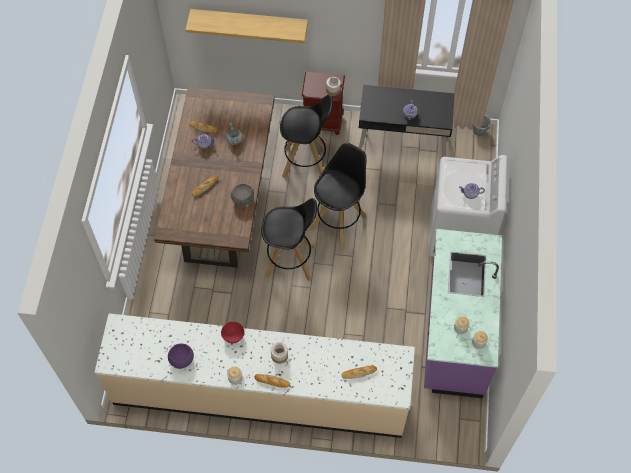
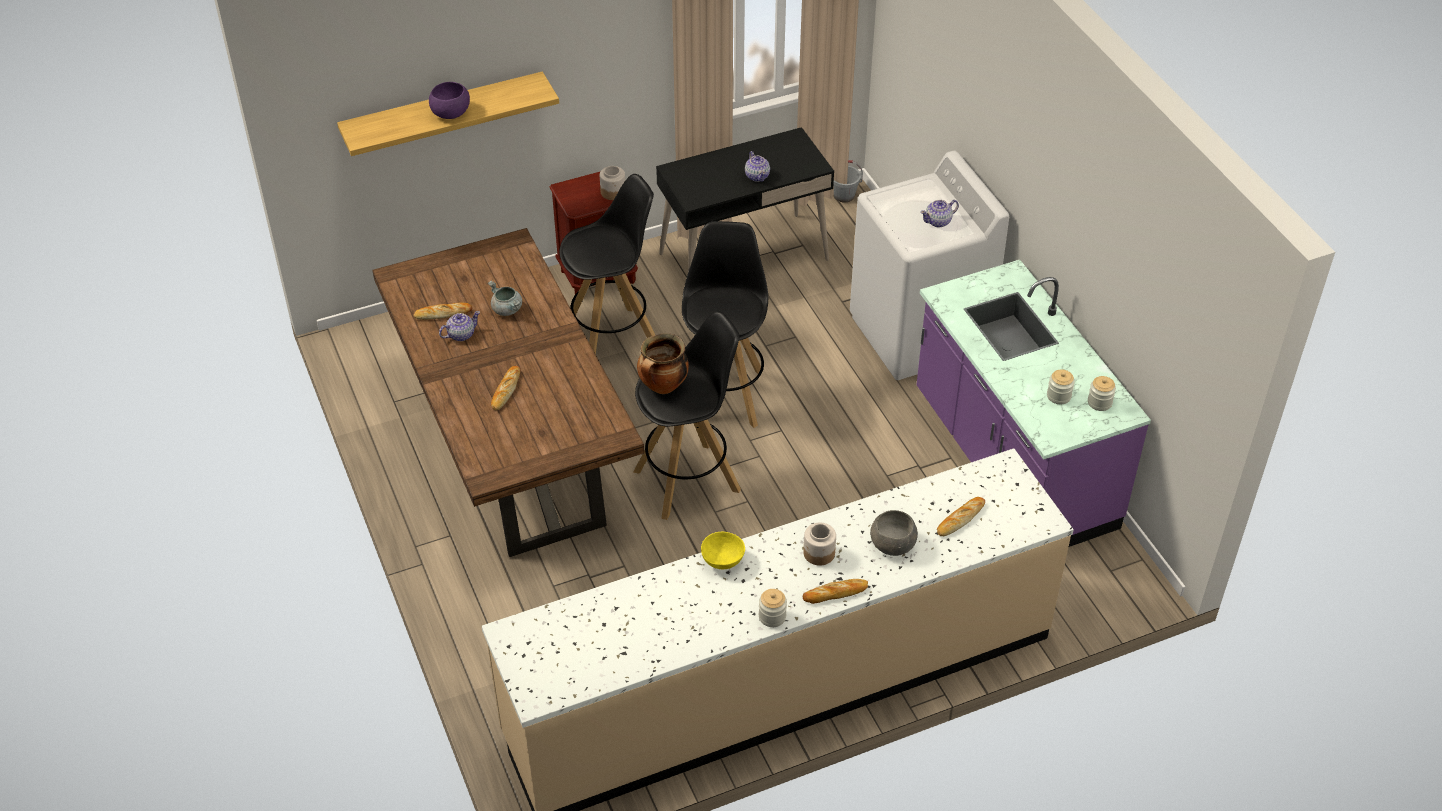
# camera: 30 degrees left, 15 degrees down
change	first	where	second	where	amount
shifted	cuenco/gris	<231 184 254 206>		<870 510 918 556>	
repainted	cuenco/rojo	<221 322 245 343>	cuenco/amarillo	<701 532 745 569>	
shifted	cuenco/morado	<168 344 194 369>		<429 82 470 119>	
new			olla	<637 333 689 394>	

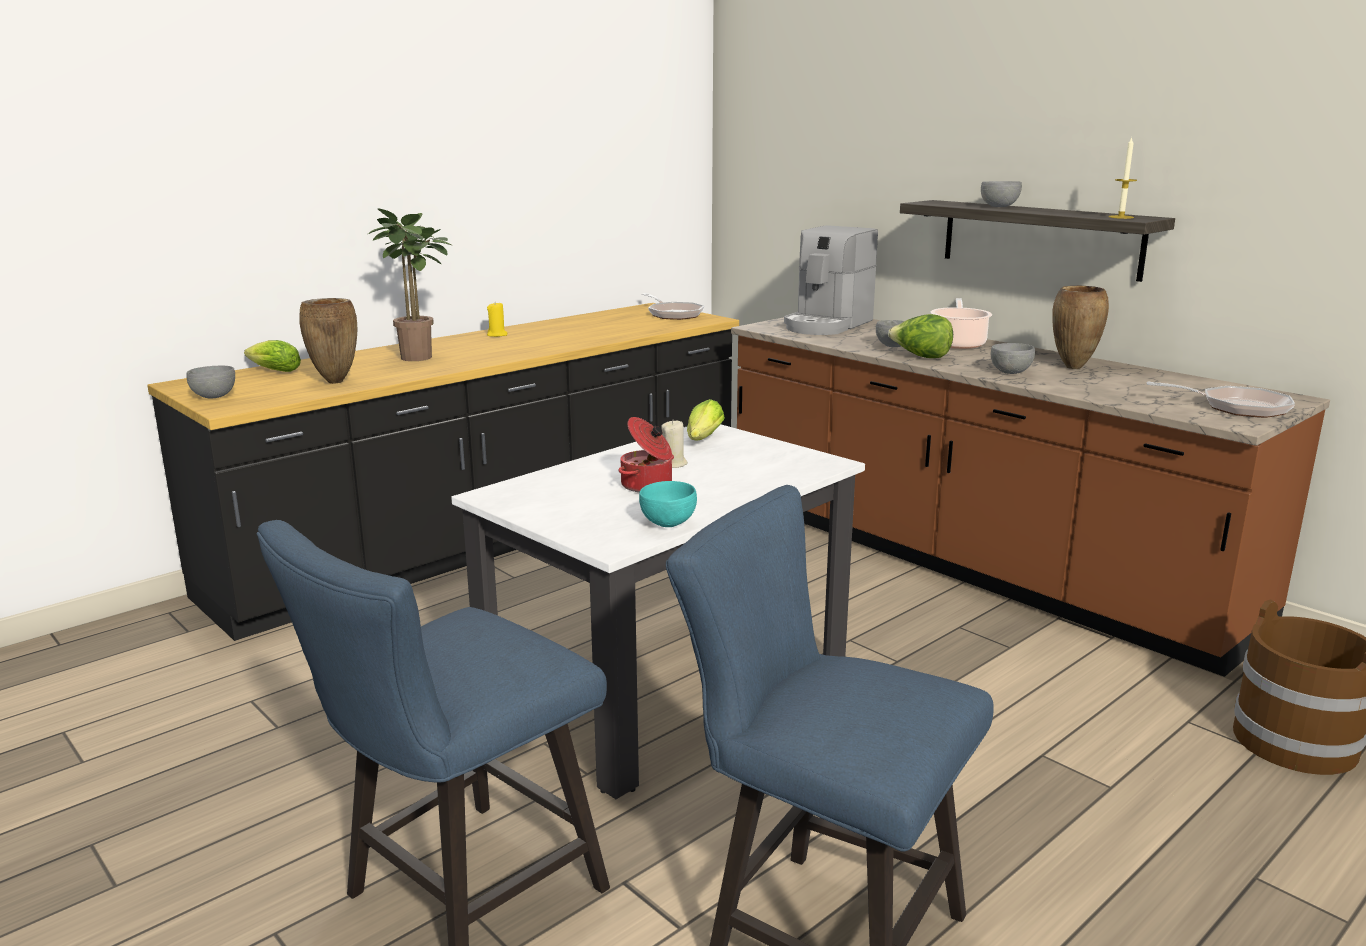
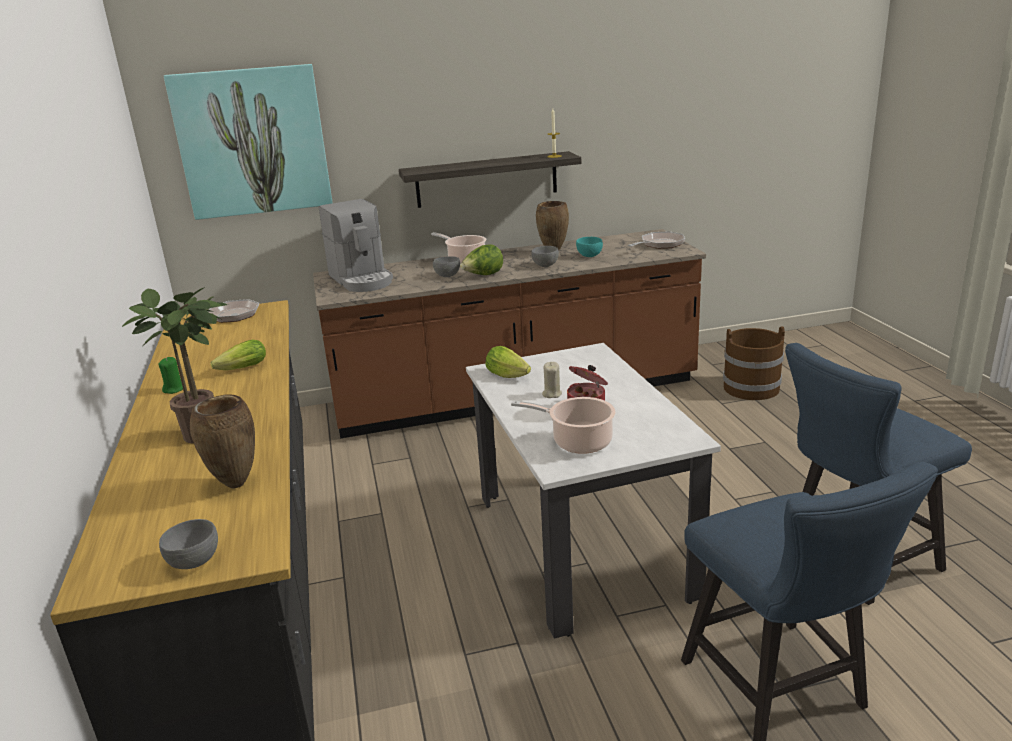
# camera: 60 degrees left, 5 degrees up
change	first	where	second	where	amount
gone	cuenco/gris	<981 181 1022 207>			
repainted	vela/amarillo	<487 301 507 337>	vela/verde	<158 357 183 394>	
shifted	lechuga	<244 340 301 372>		<210 340 266 370>	
shifted	cuenco/turquesa	<639 481 697 527>		<576 237 603 257>	
new			cuadro	<164 64 333 220>	
new			olla	<511 397 616 454>	

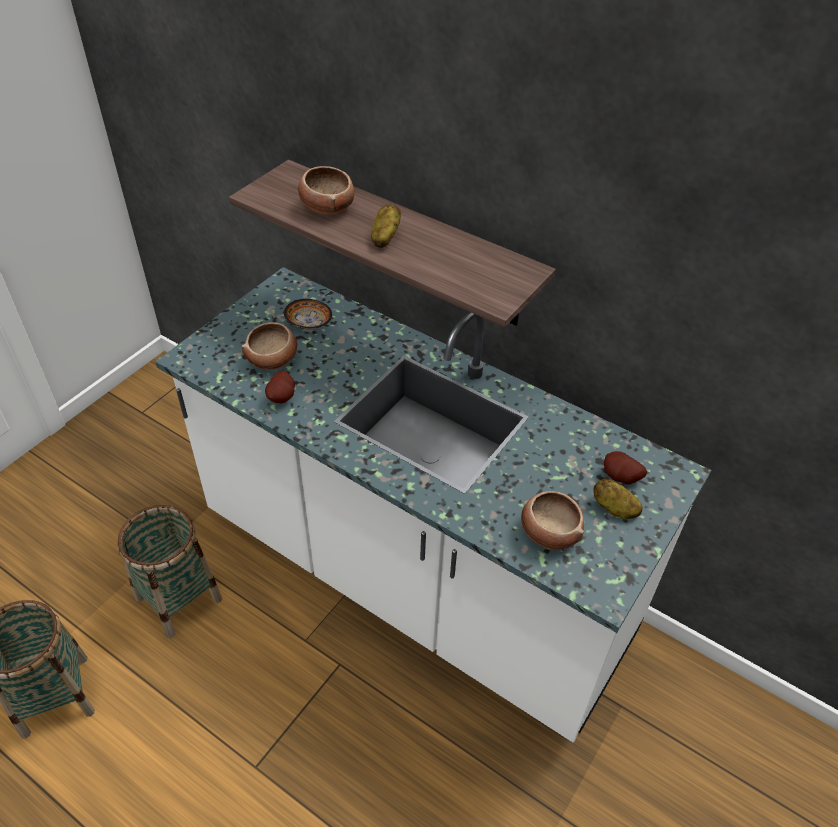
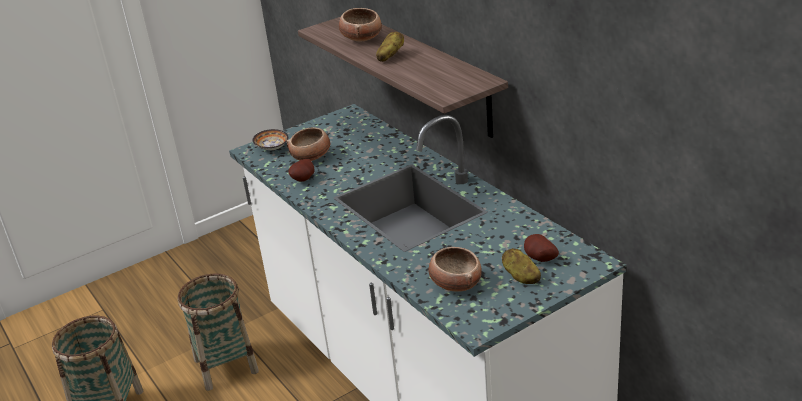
# camera: 25 degrees right, 15 degrees down
change	first	where	second	where	amount
shifted	cuenco	<284 299 332 329>		<253 129 289 150>	

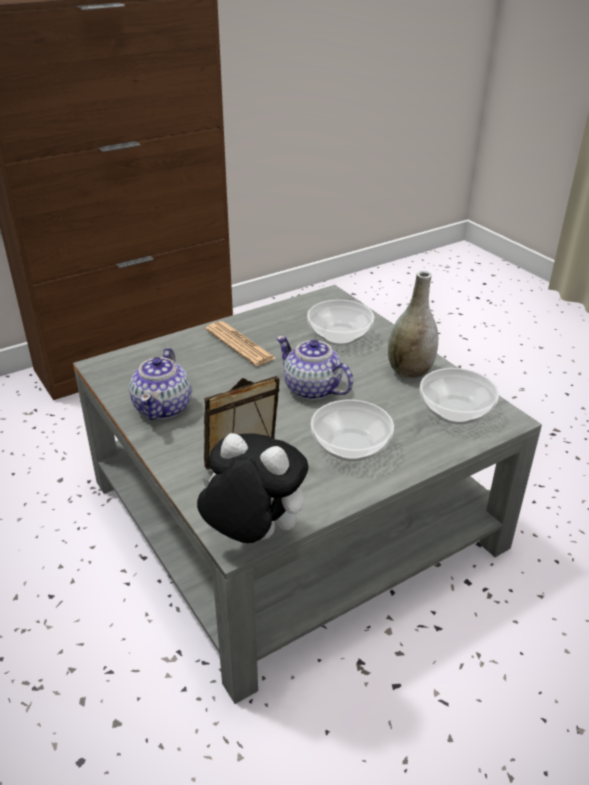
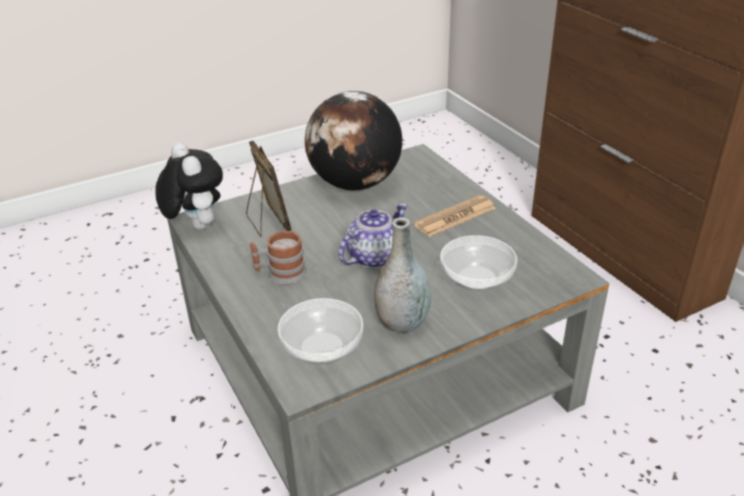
# camera: 95 degrees right, 0 degrees up
change	first	where	second	where	amount
swapped	tetera	<129 348 191 420>	globo terráqueo	<305 91 402 191>	
swapped	cuenco	<311 400 394 462>	taza grande	<249 231 307 285>	
rotated	peluche	<197 433 309 543>		<155 143 223 230>	60 degrees counterclockwise

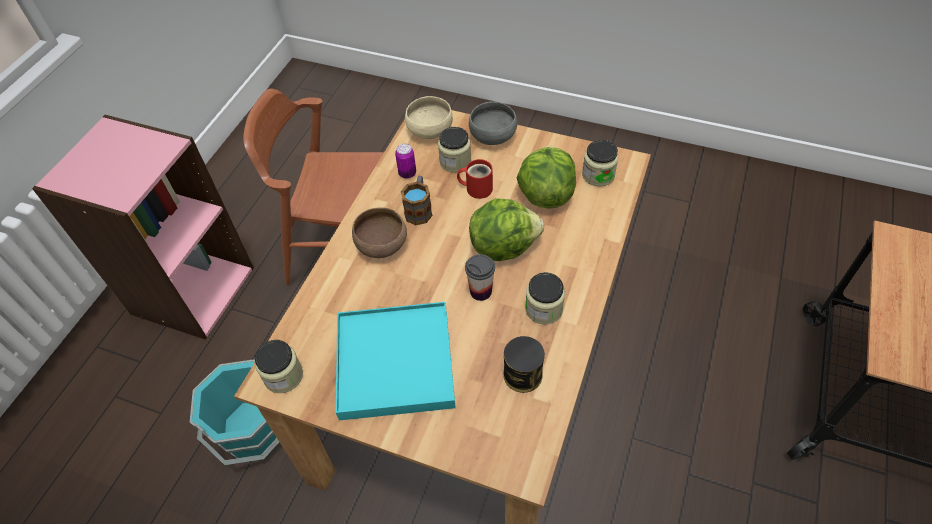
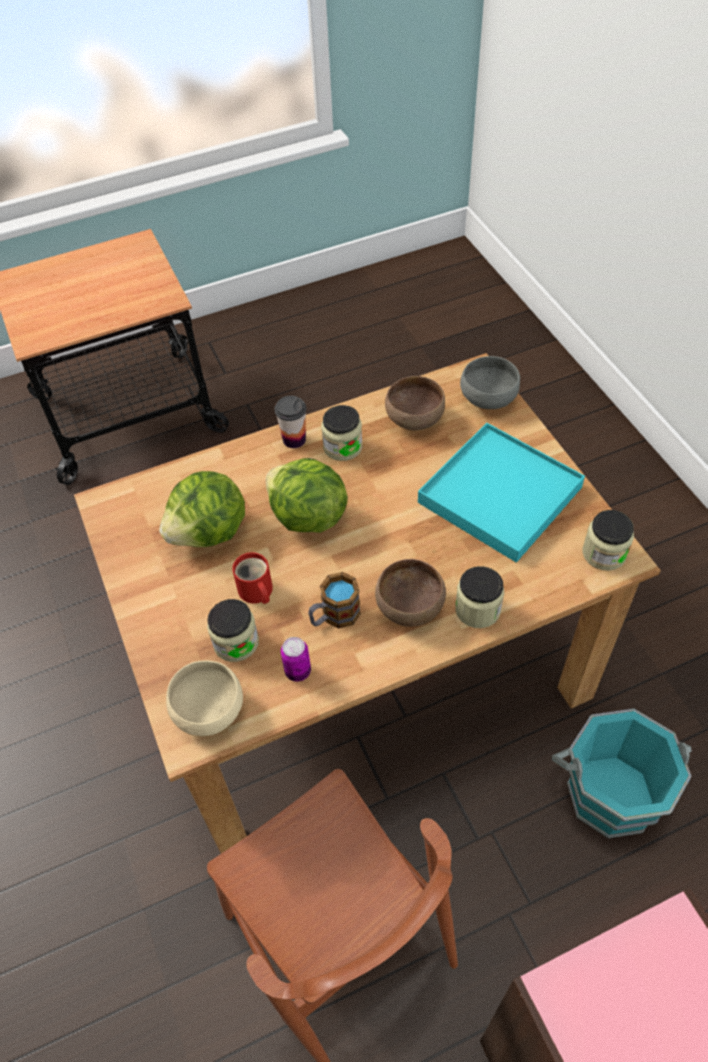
# camera: 135 degrees left, 0 degrees up
change	first	where	second	where	amount
shifted	cuenco/gris	<469 102 517 145>		<460 356 520 409>	
shifted	tarro	<582 140 618 187>		<455 566 504 628>	
shifted	taza	<465 254 495 301>		<275 396 306 448>	
swapped	lata	<504 336 545 393>	cuenco/marrón	<385 376 445 430>	

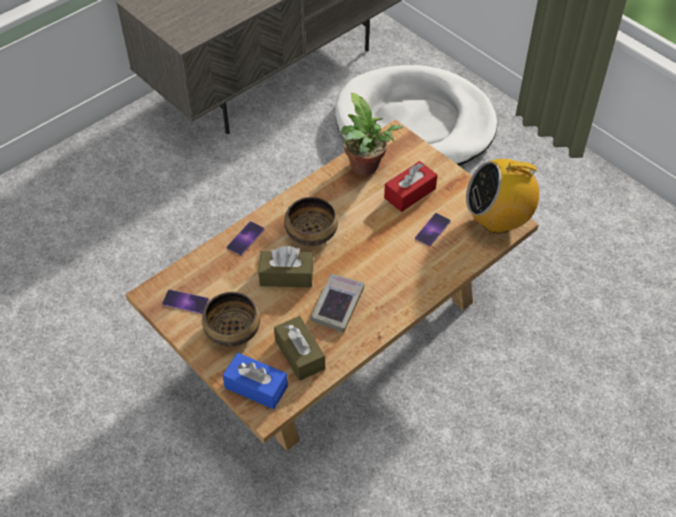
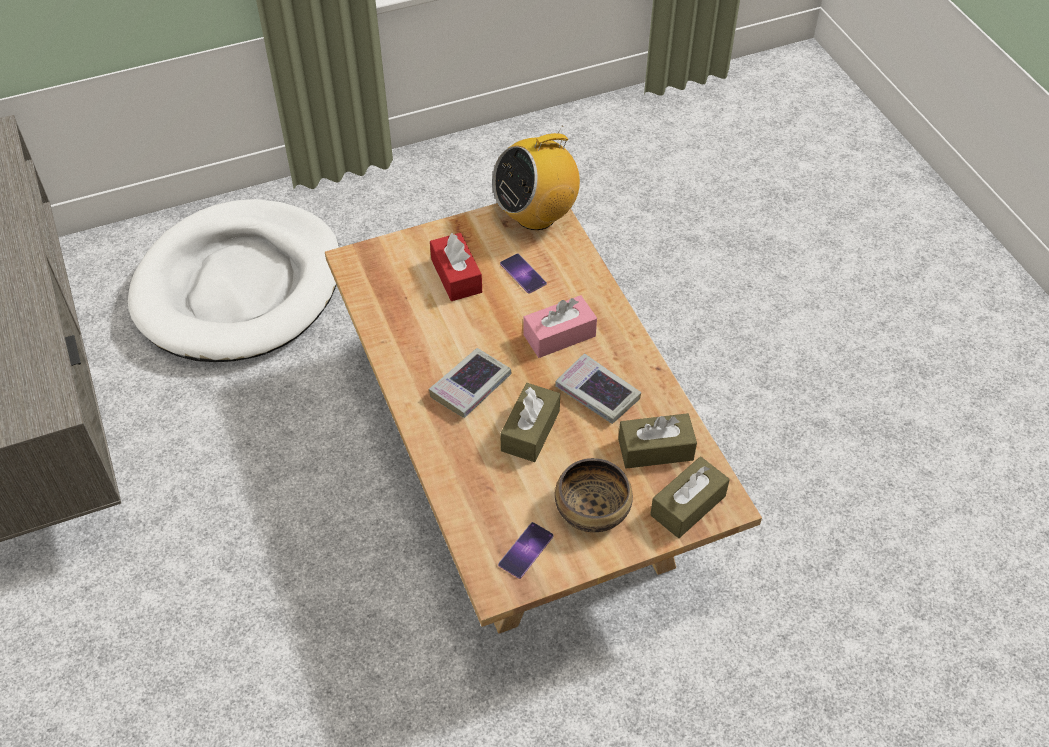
# camera: 70 degrees left, 0 degrees up
change	first	where	second	where	amount
gone	planta en maceta	<340 93 403 175>			
rotated	radio	<466 157 540 233>		<492 125 580 230>	45 degrees clockwise
swapped	cuenco	<284 197 338 246>	libro	<429 348 512 418>	
gone	móvil	<227 221 265 256>			
repainted	caja de pañuelos/azul	<223 353 288 409>	caja de pañuelos/marrón	<650 457 730 538>	
new			caja de pañuelos/rosa	<523 295 597 358>	

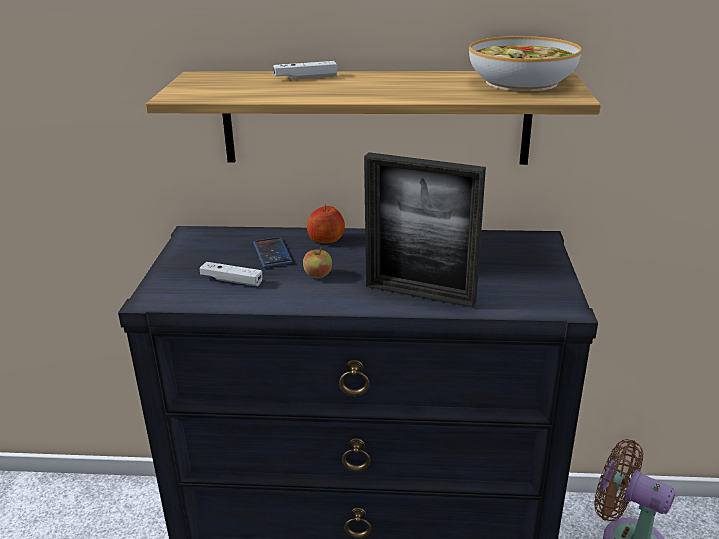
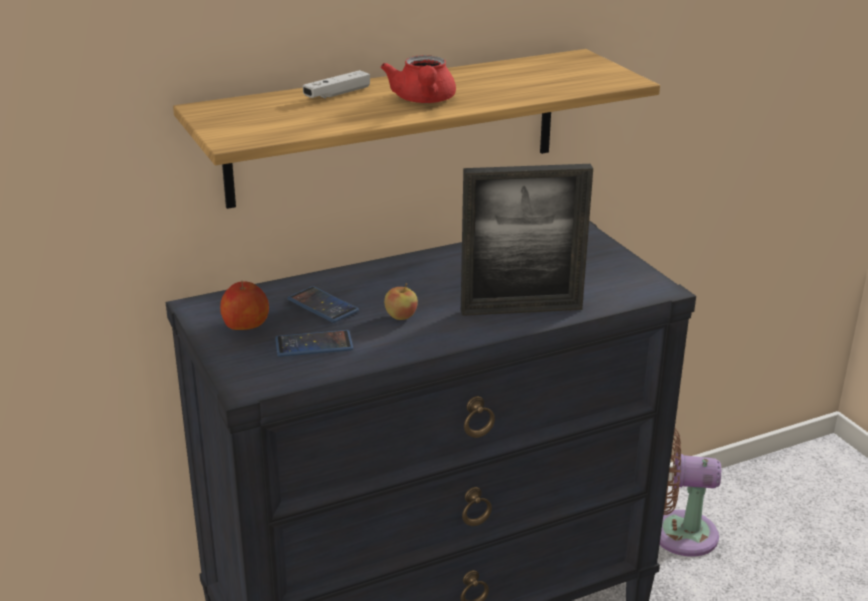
# camera: 30 degrees left, 0 degrees up
change	first	where	second	where	amount
gone	cuenco	<469 36 582 91>			
shifted	manzana	<307 204 345 243>		<220 281 269 330>	
swapped	mando de consola/blanco	<200 262 262 286>	móvil	<275 330 353 357>	
new			tetera/rojo	<381 55 456 103>	

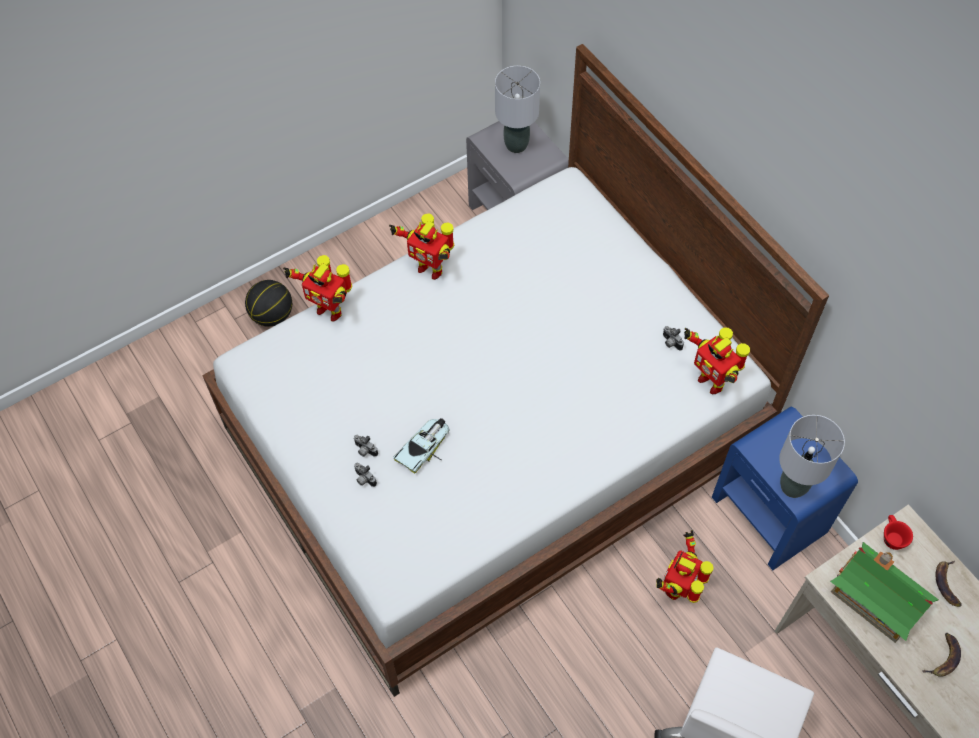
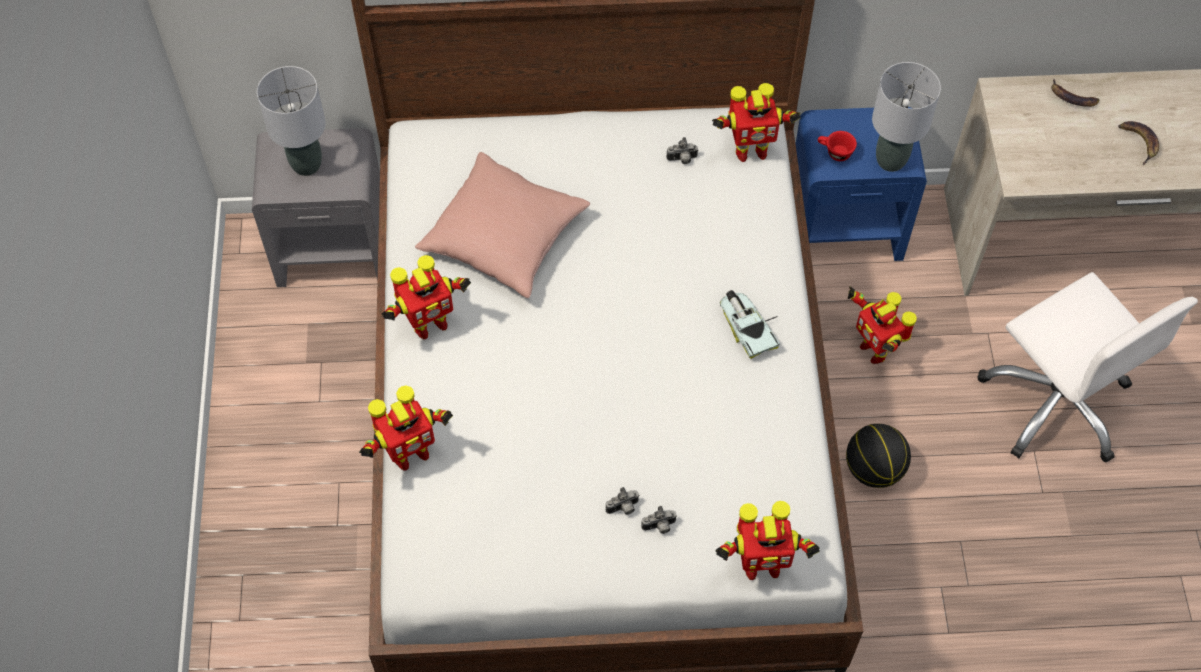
# camera: 60 degrees left, 0 degrees up
change	first	where	second	where	amount
shifted	balón de baloncesto	<245 280 292 327>		<846 424 911 488>	
shifted	coche de juguete	<393 418 450 474>		<720 290 780 359>	
shifted	taza/rojo	<884 515 913 550>		<818 131 857 161>	
gone	casita	<830 542 939 643>			
new			cojín/rosa	<415 152 590 298>	
new			robot de juguete	<716 501 820 580>	

